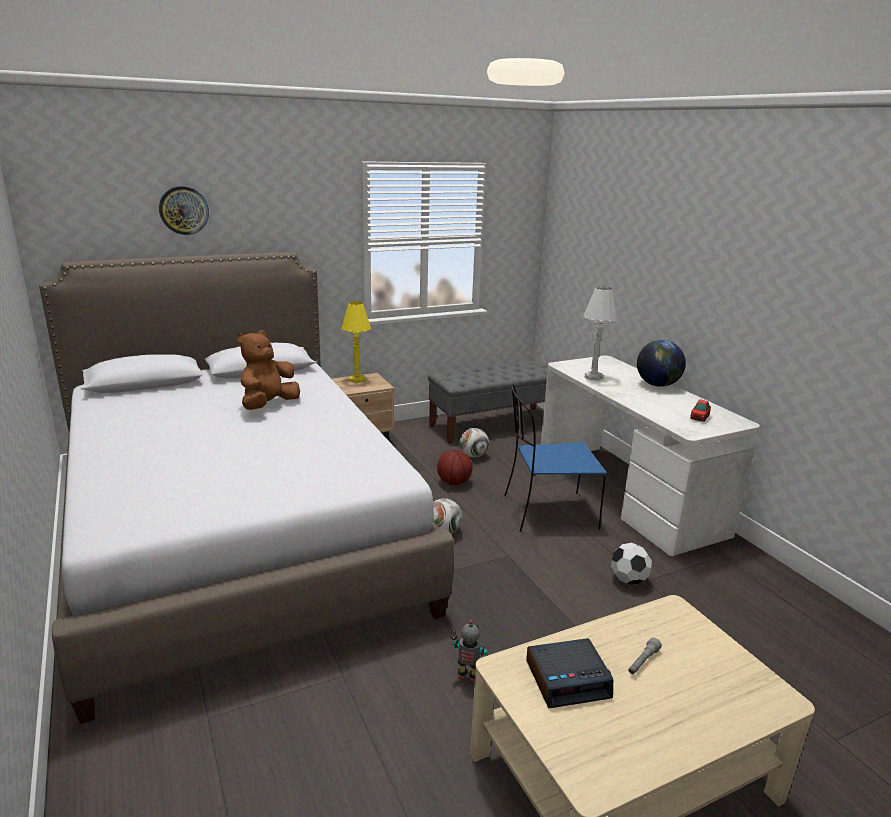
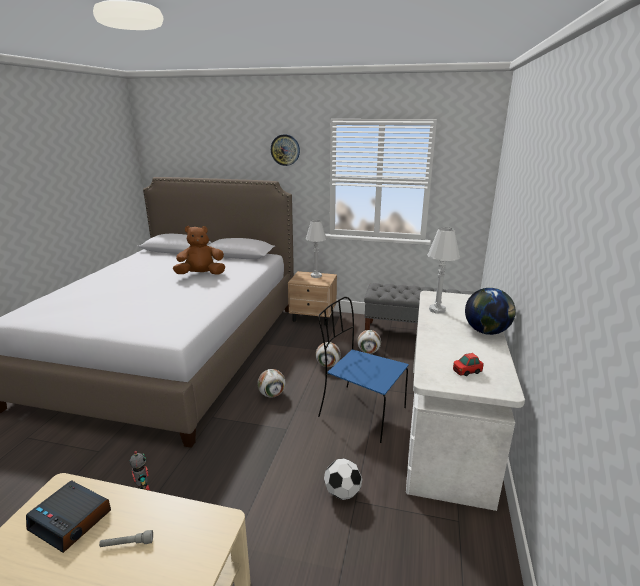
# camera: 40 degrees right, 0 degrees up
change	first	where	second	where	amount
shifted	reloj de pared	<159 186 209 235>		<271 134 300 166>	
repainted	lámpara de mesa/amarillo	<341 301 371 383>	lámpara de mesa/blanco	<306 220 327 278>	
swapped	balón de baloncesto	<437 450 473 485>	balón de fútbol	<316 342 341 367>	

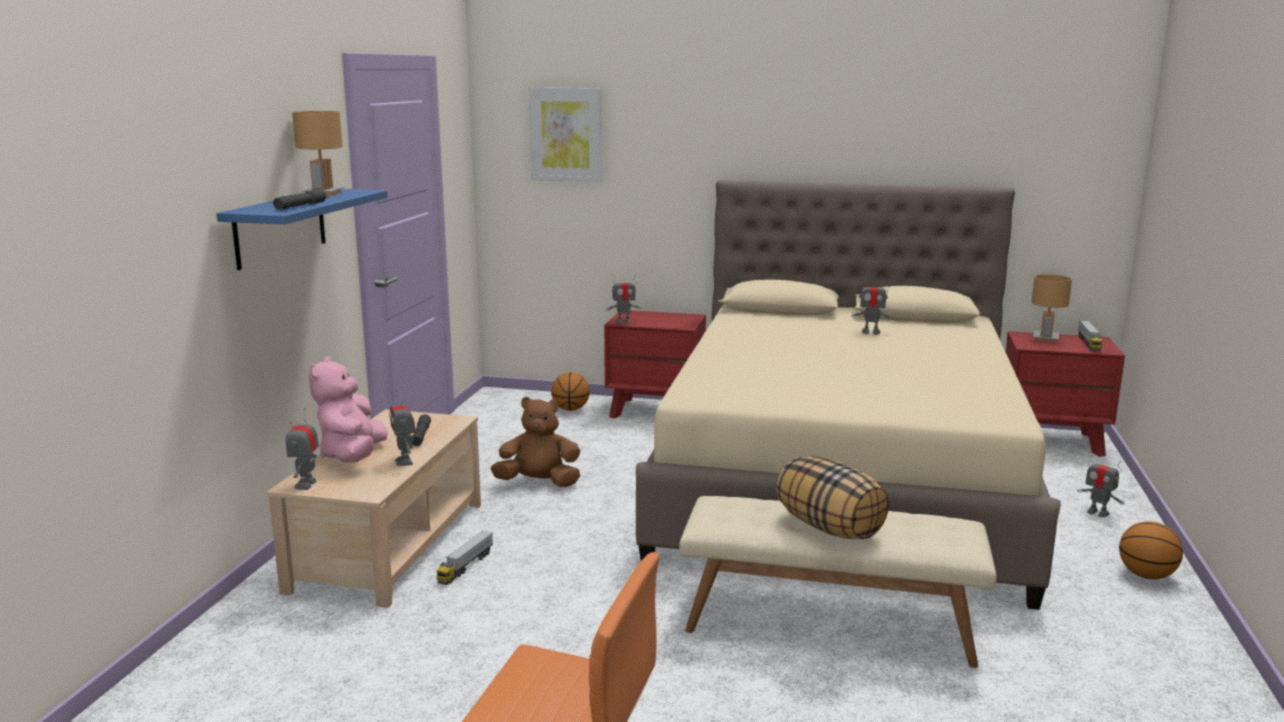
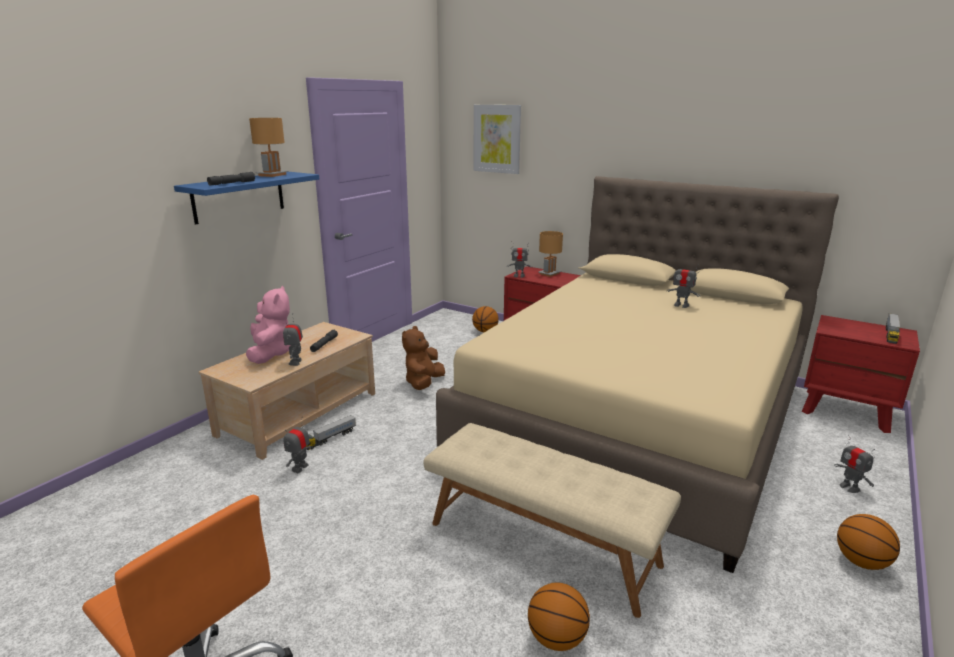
# camera: 20 degrees right, 5 degrees up
change	first	where	second	where	amount
shifted	lámpara de mesa/marrón	<1032 274 1072 342>		<539 231 563 277>	
rotated	peluche/rosa	<308 357 388 462>		<246 285 290 364>	150 degrees clockwise
rotated	peluche/marrón	<491 397 580 487>		<402 326 445 390>	90 degrees counterclockwise
shifted	robot de juguete	<286 408 319 490>		<284 417 312 473>	
gone	cojín	<776 456 889 539>			
new			balón de baloncesto	<528 583 590 651>	

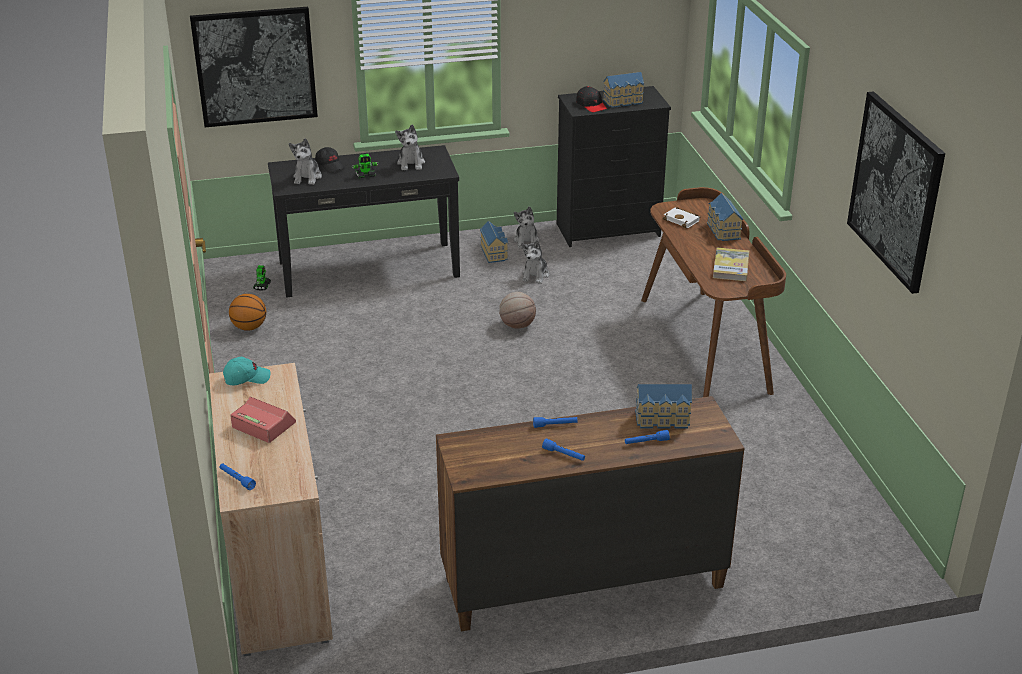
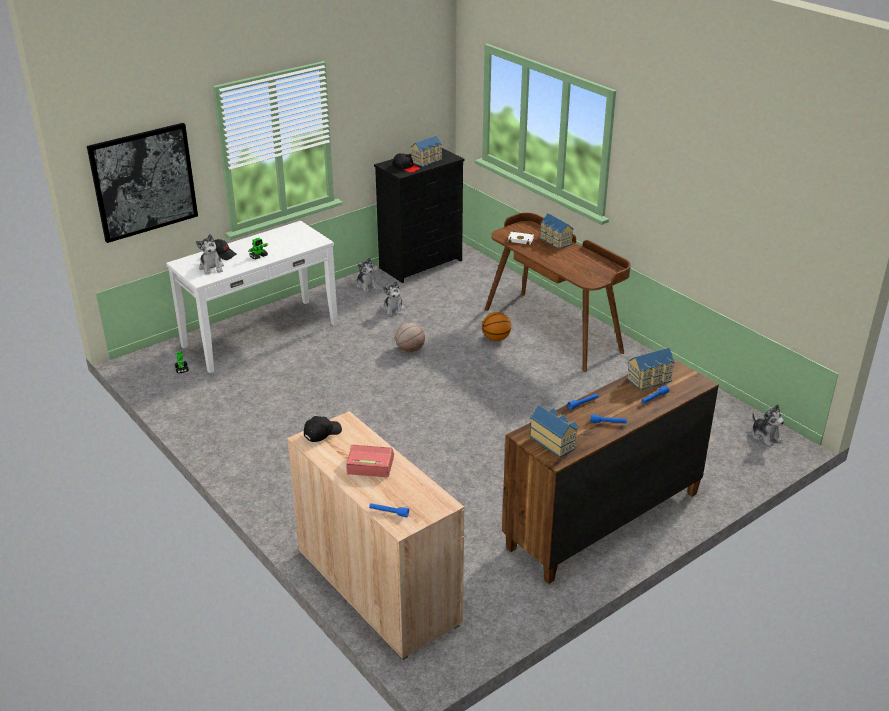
# camera: 25 degrees left, 0 degrees up
change	first	where	second	where	amount
gone	cuadro	<847 91 945 294>			
shifted	peluche	<395 125 425 171>		<752 404 784 447>	
repainted	mesa consola/negro	<268 145 460 298>	mesa consola/blanco	<166 221 338 373>	
shifted	casita	<480 221 508 263>		<530 405 578 457>	
gone	libro	<713 248 749 281>			
shifted	balón de baloncesto	<229 294 266 331>		<482 312 511 341>	
repainted	gorra/turquesa	<223 357 271 385>	gorra/negro	<304 416 342 442>	

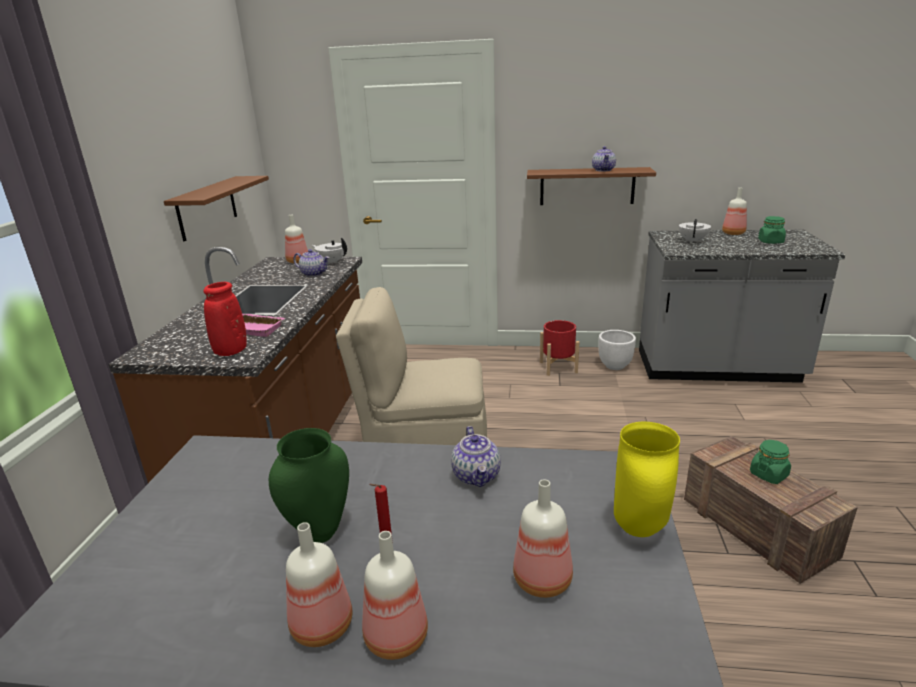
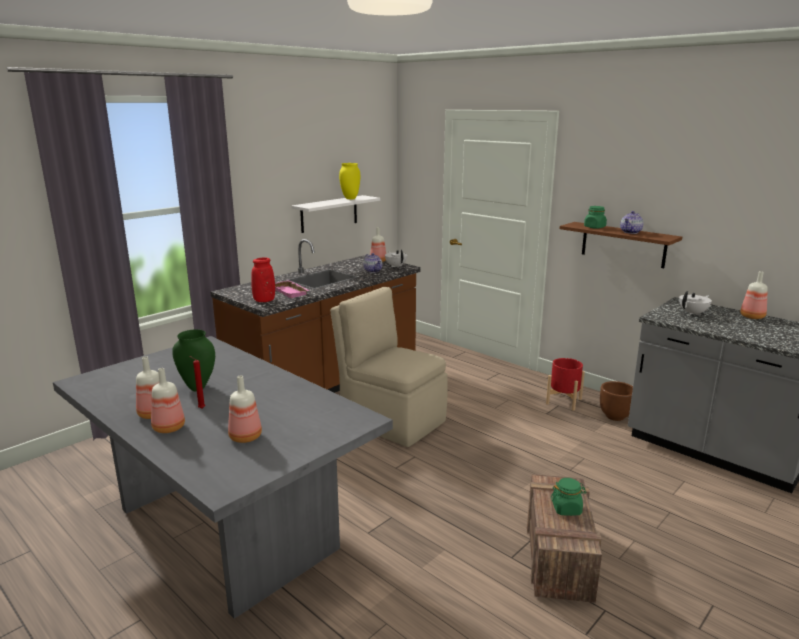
# camera: 35 degrees right, 5 degrees down
change	first	where	second	where	amount
repainted	estante/marrón	<164 176 269 241>	estante/blanco	<291 195 380 233>	
shifted	tarro/verde	<758 216 786 244>		<584 206 607 229>	
repainted	maceta/blanco	<598 330 636 370>	maceta/marrón	<600 381 633 421>	
shifted	florero/amarillo	<614 422 680 537>		<339 163 360 199>	
gone	tetera	<451 426 501 487>			

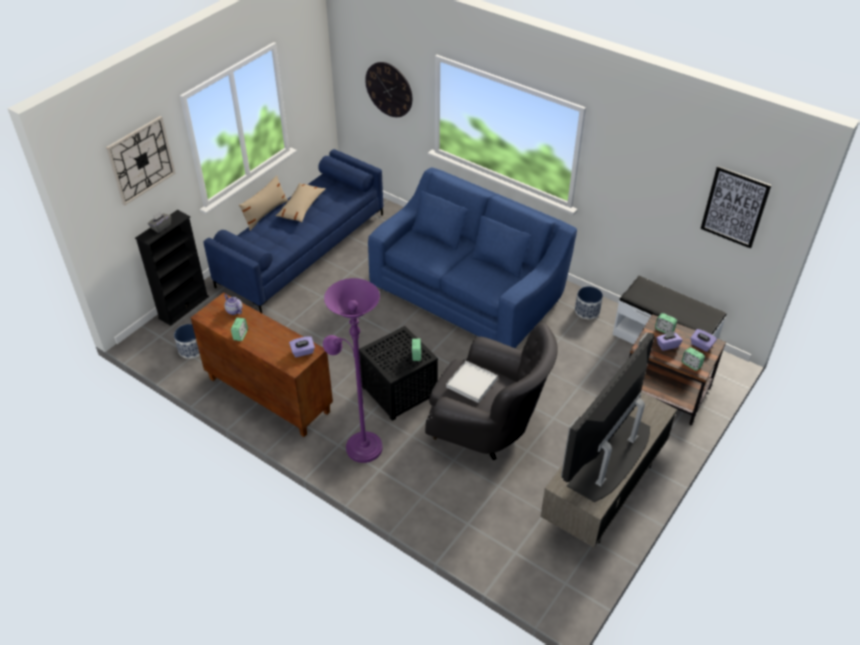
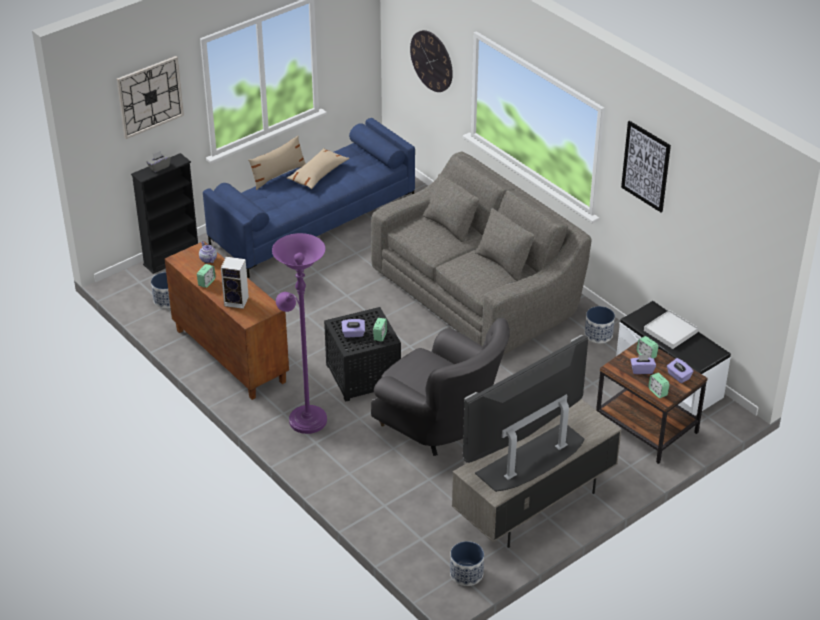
# camera: 15 degrees right, 5 degrees down
change	first	where	second	where	amount
shifted	cuadro	<701 166 771 249>		<621 121 671 212>	
repainted	sofá/azul	<368 167 577 348>	sofá/gris	<371 151 592 355>	
shifted	caja de pañuelos/morado	<289 336 315 357>		<342 319 365 337>	
shifted	bandeja/blanco	<446 361 498 403>		<644 310 698 349>	
new			altavoz	<221 257 249 309>	
new			maceta	<450 541 484 586>	

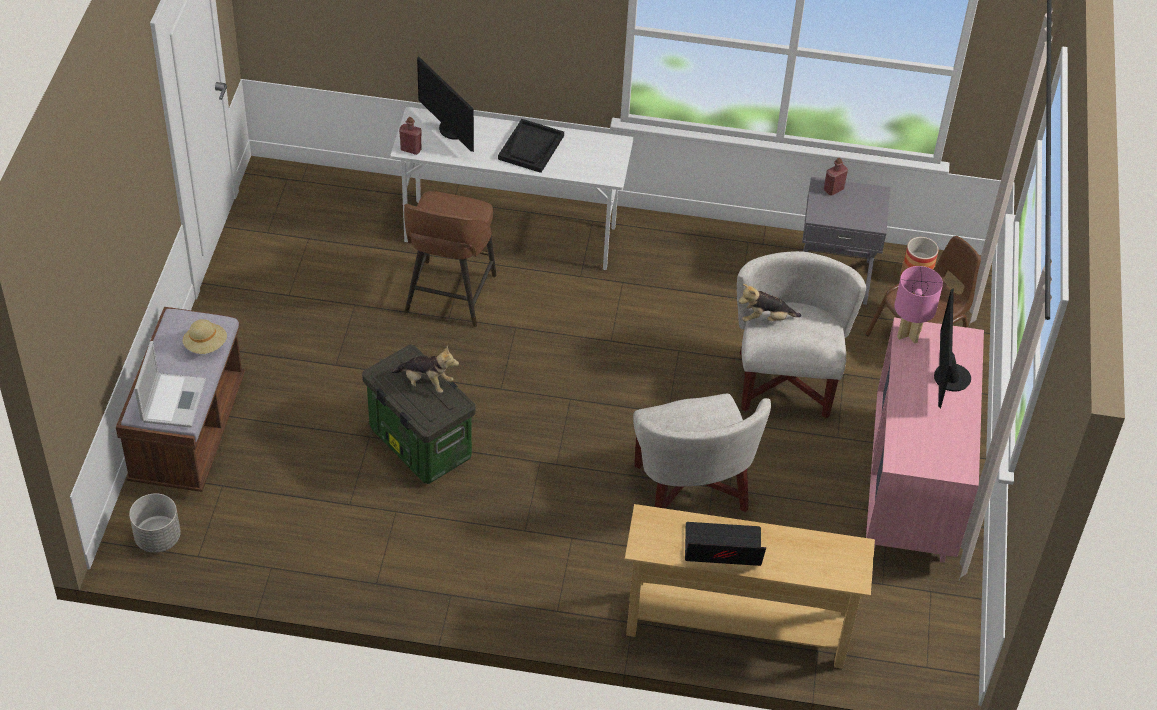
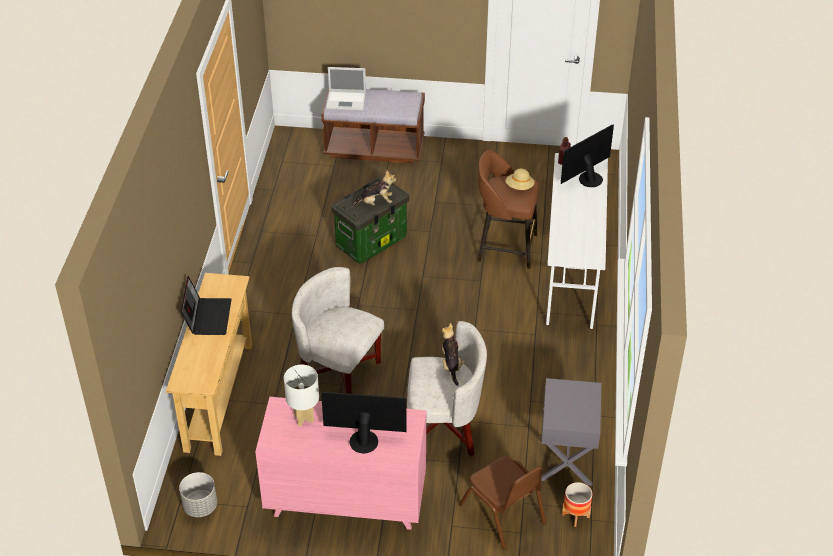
# camera: 90 degrees right, 5 degrees down
change	first	where	second	where	amount
gone	bandeja/negro	<498 119 564 173>			
gone	botella/rojo	<824 158 848 195>			
gone	lámpara de mesa/rosa	<894 266 943 344>			
shifted	sombrero/beis	<183 319 227 354>		<506 169 535 190>	
rotated	peluche	<391 346 459 393>		<352 170 396 207>	120 degrees counterclockwise
rotated	sillón/blanco	<633 394 771 513>		<292 267 384 394>	45 degrees clockwise
shifted	maceta/gris	<129 494 181 553>		<179 472 217 517>	
new			lámpara de mesa/blanco	<284 365 319 426>	

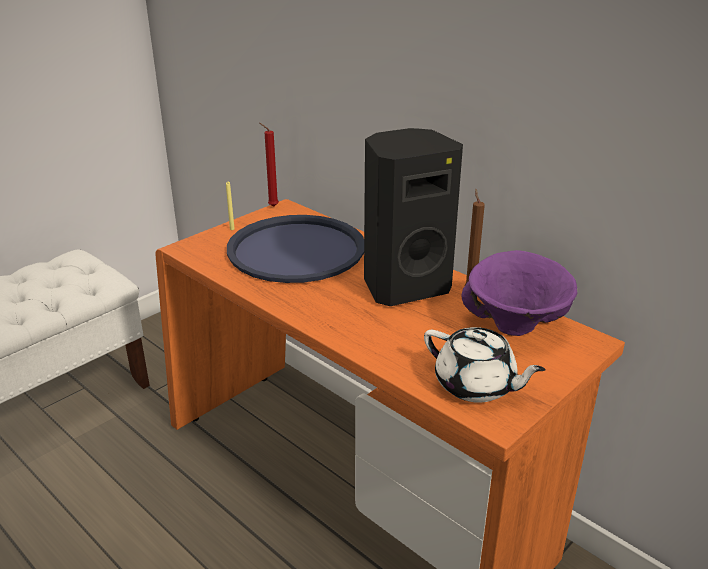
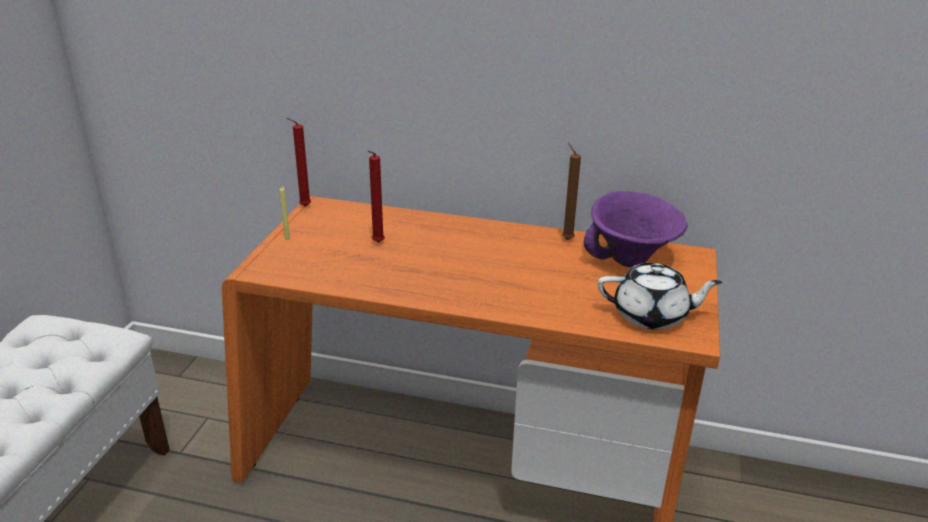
# camera: 30 degrees left, 0 degrees up
change	first	where	second	where	amount
gone	altavoz/negro	<364 128 463 306>			
swapped	bandeja/azul	<227 215 364 283>	vela/rojo	<368 151 385 243>	

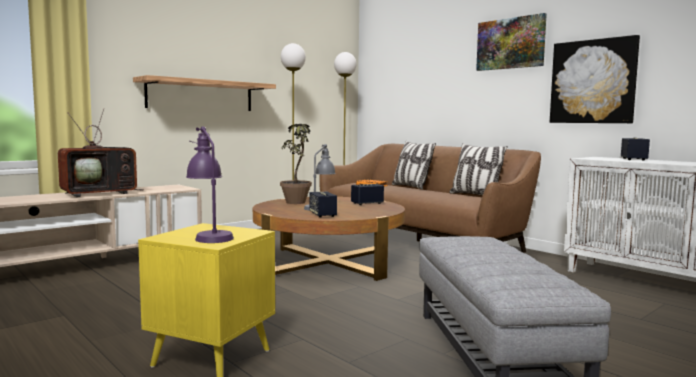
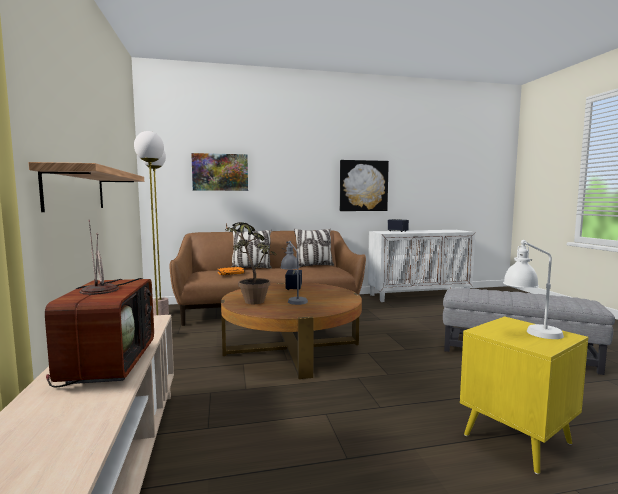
# camera: 60 degrees left, 0 degrees up
change	first	where	second	where	amount
shifted	cuadro	<476 13 547 71>		<191 153 248 191>	
repainted	lámpara de mesa/morado	<186 126 234 243>	lámpara de mesa/blanco	<503 240 564 339>	
gone	altavoz	<309 192 337 217>			

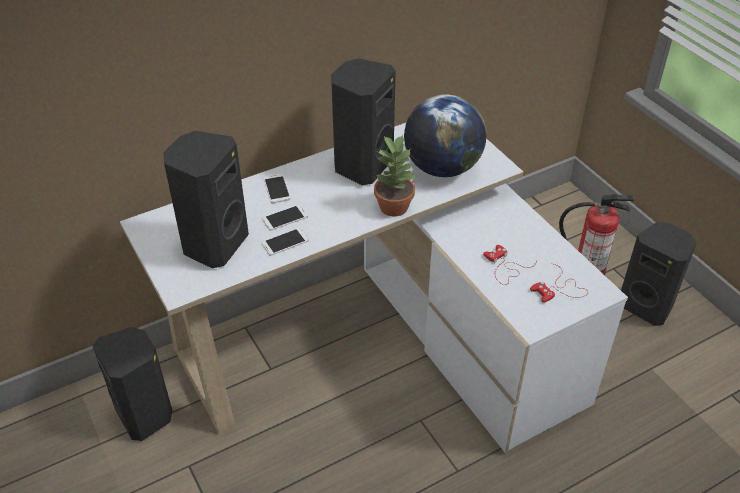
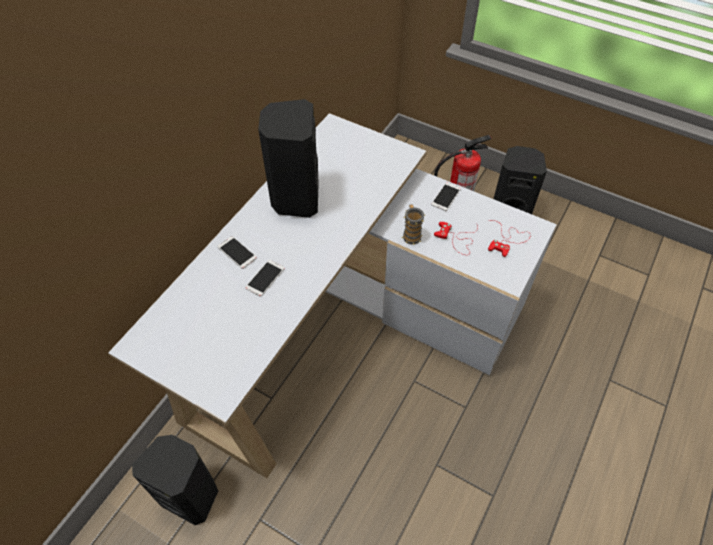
# camera: 30 degrees left, 10 degrees up
change	first	where	second	where	amount
gone	globo terráqueo	<404 94 486 177>			
gone	altavoz/negro	<164 131 249 269>			
gone	planta en maceta	<374 135 418 216>			
shifted	móvil	<262 228 309 256>		<431 183 461 211>	
new			taza grande	<401 205 425 245>	

